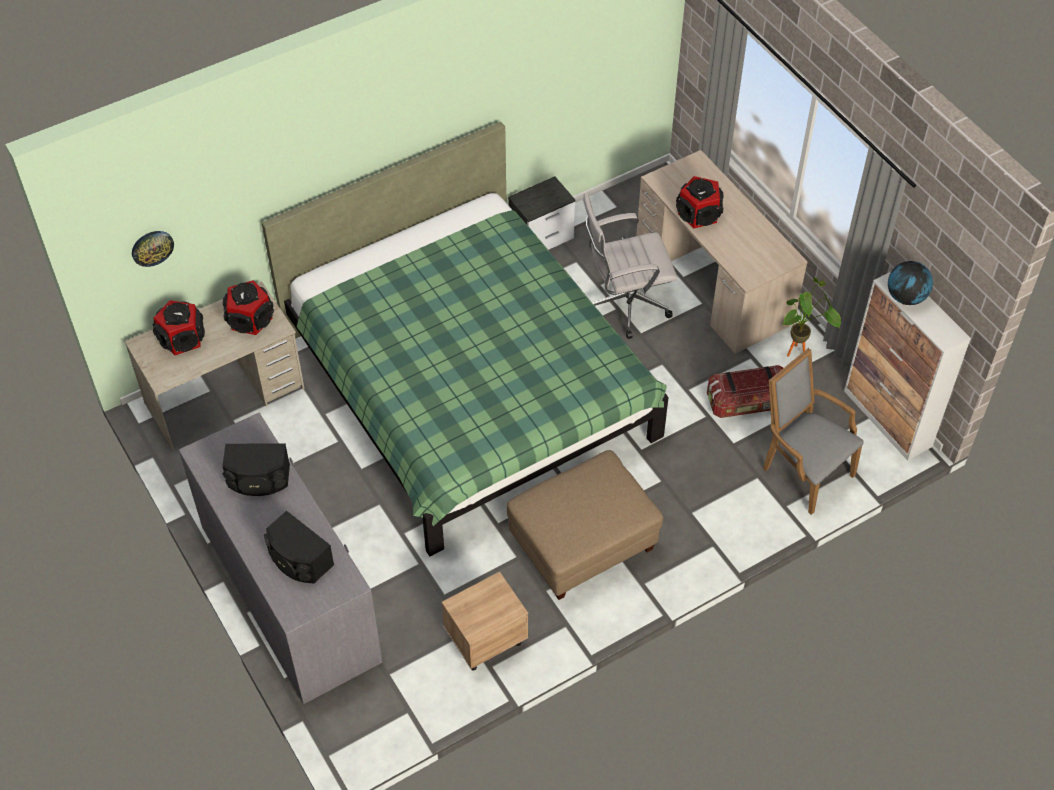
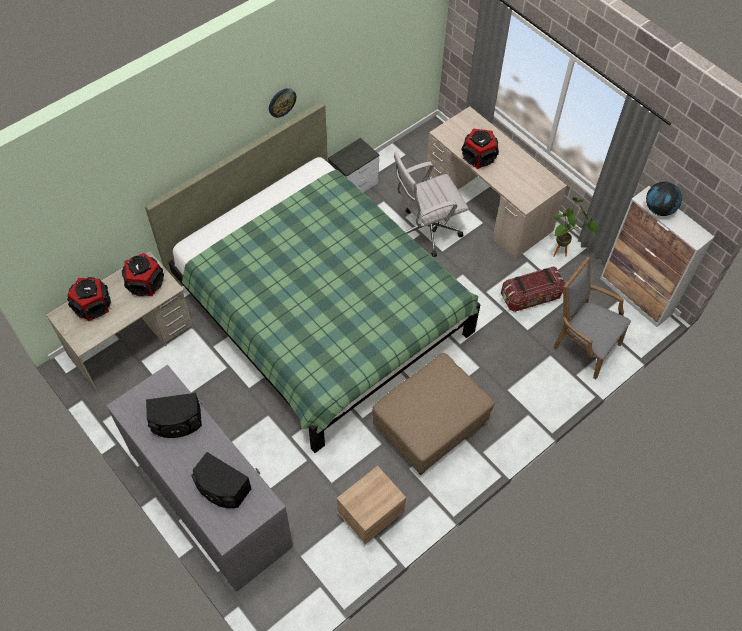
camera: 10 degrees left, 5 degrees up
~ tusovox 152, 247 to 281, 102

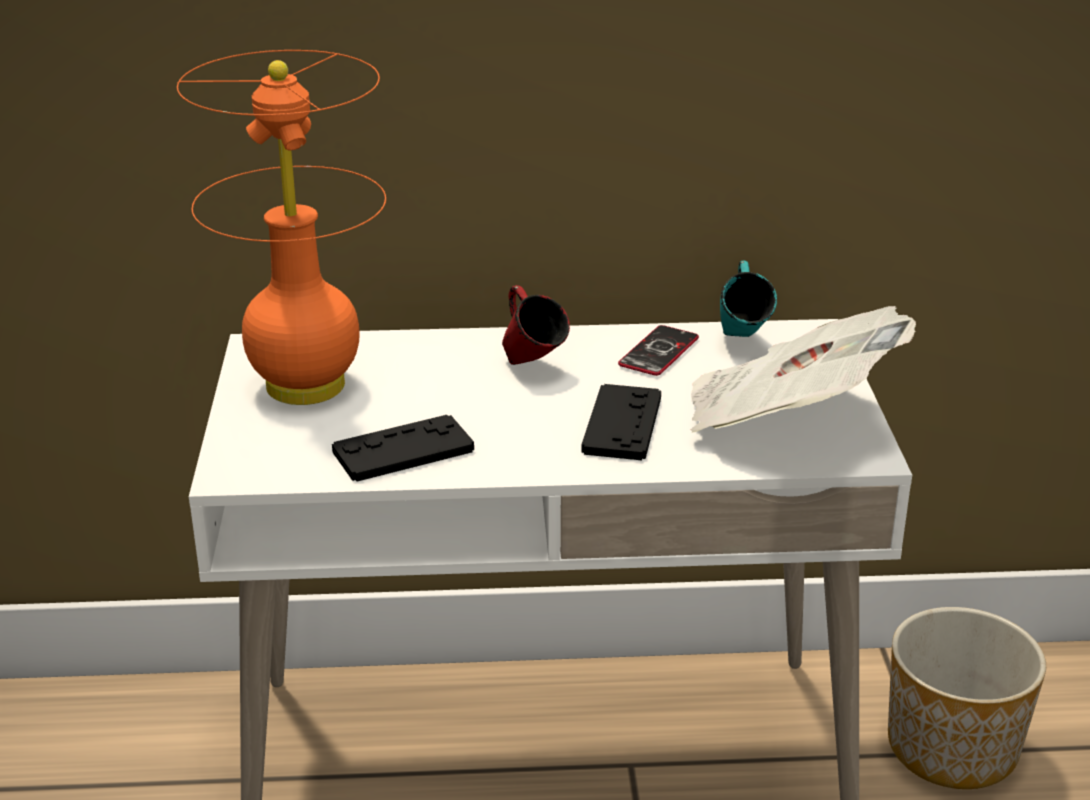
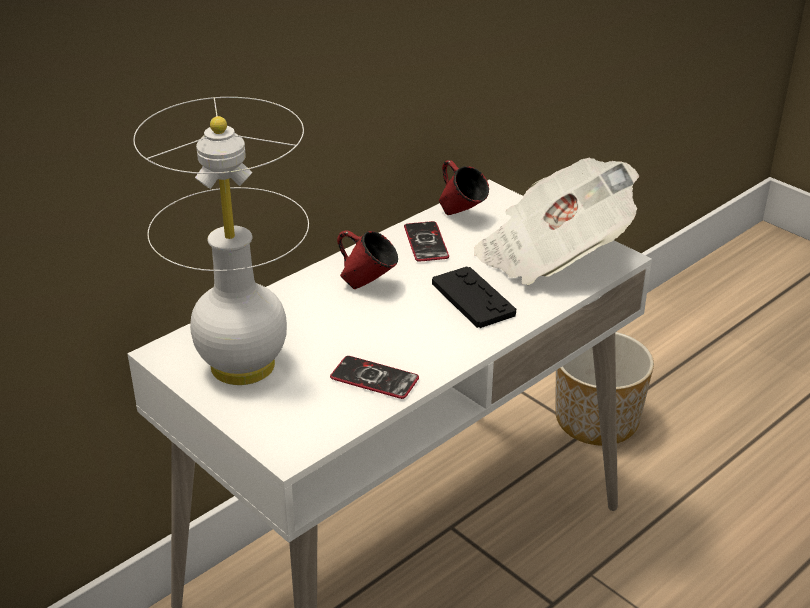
camera: 40 degrees left, 5 degrees up
~ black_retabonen 403, 451 to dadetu 374, 378
~ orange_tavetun 304, 385 to white_tavetun 241, 365
~ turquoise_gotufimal 742, 341 to red_gotufimal 461, 215

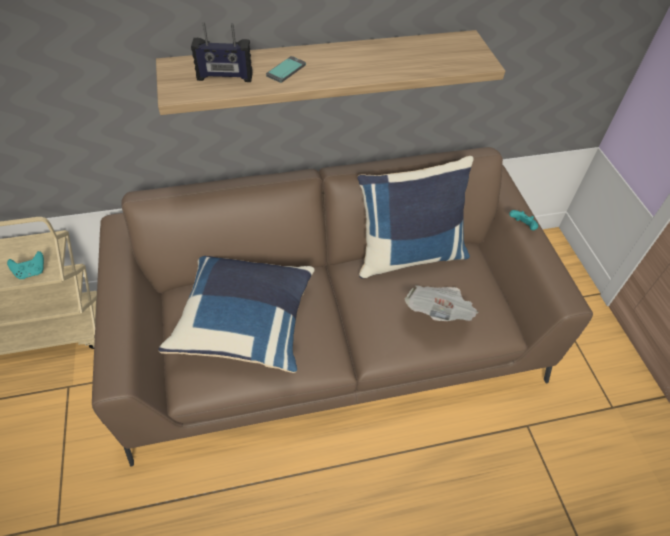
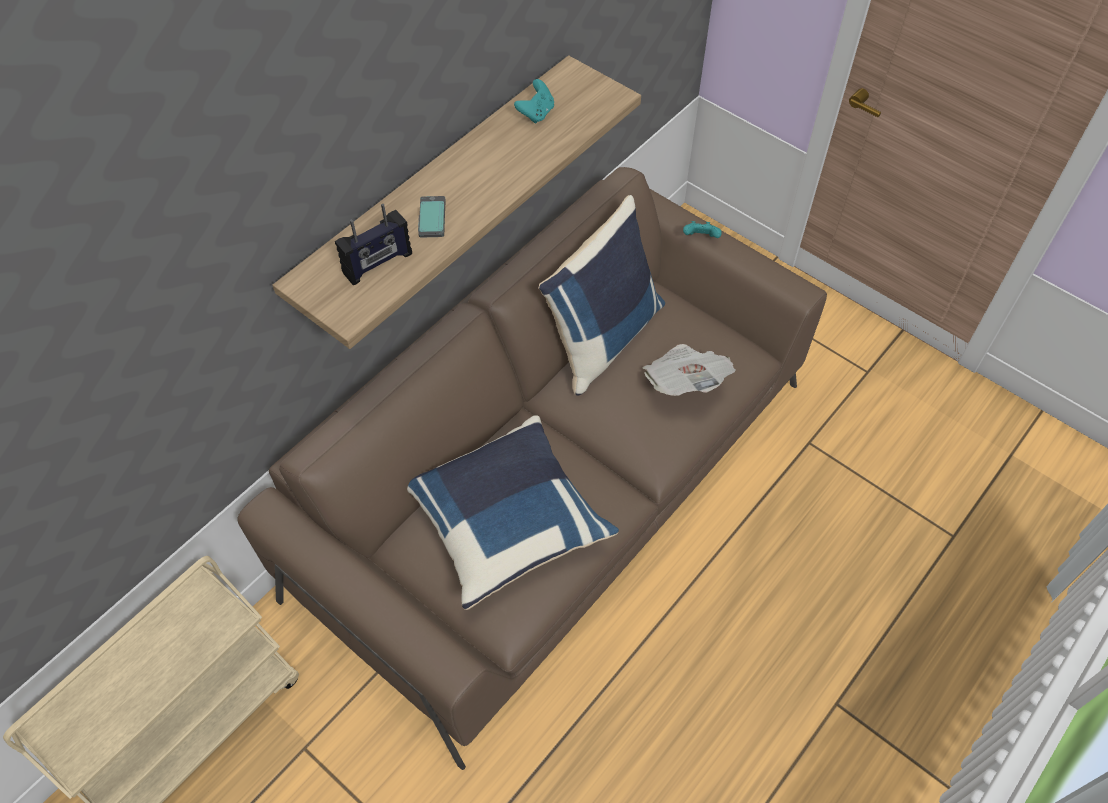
camera: 35 degrees left, 5 degrees up
~ turquoise_retabonen 31, 272 to 536, 113

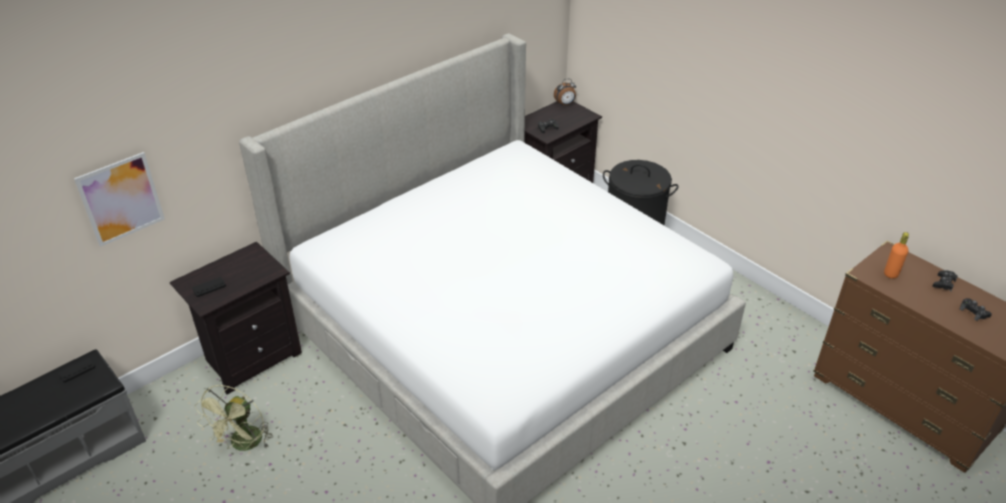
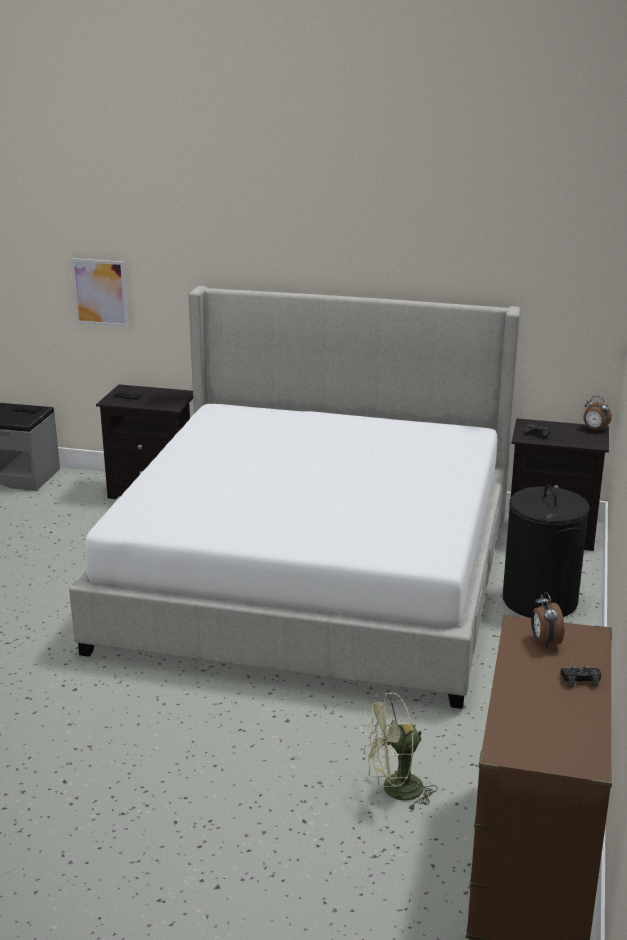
camera: 55 degrees right, 15 degrees down
- black_retabonen 974, 312
~ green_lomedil 244, 445 to 394, 791
~ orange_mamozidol 891, 274 to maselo 544, 642

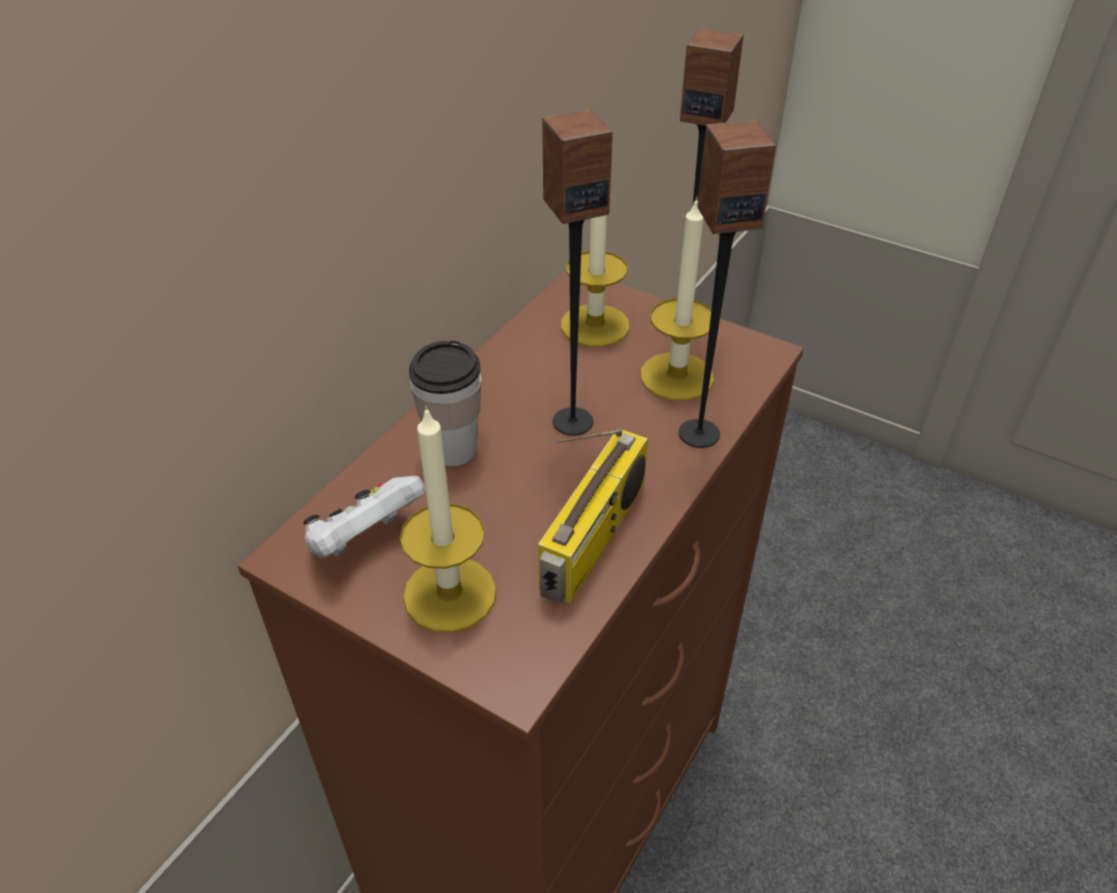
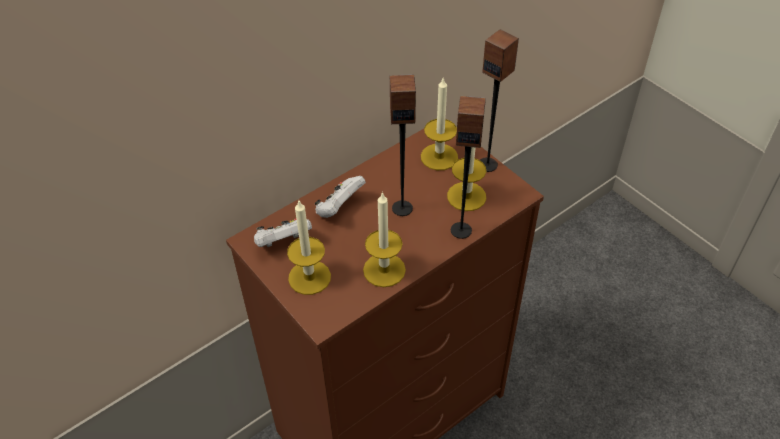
camera: 20 degrees right, 5 degrees up
~ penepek 453, 449 to white_retabonen 339, 208
~ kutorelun 594, 539 to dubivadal 384, 270

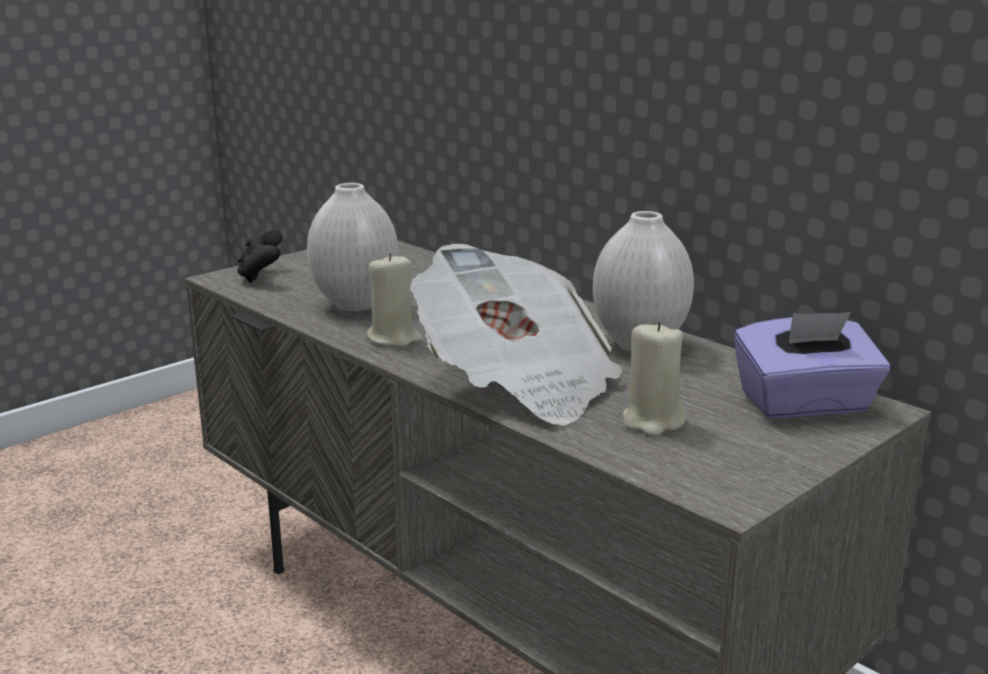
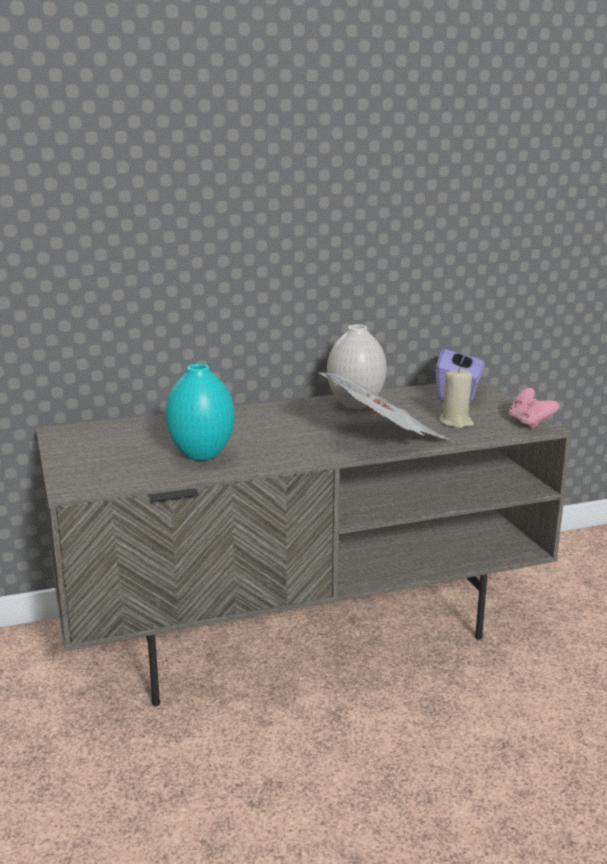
camera: 65 degrees left, 0 degrees up
- black_retabonen 261, 276
- beige_dubivadal 394, 338
+ pink_retabonen 529, 423
~ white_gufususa 356, 304 to turquoise_gufususa 201, 455

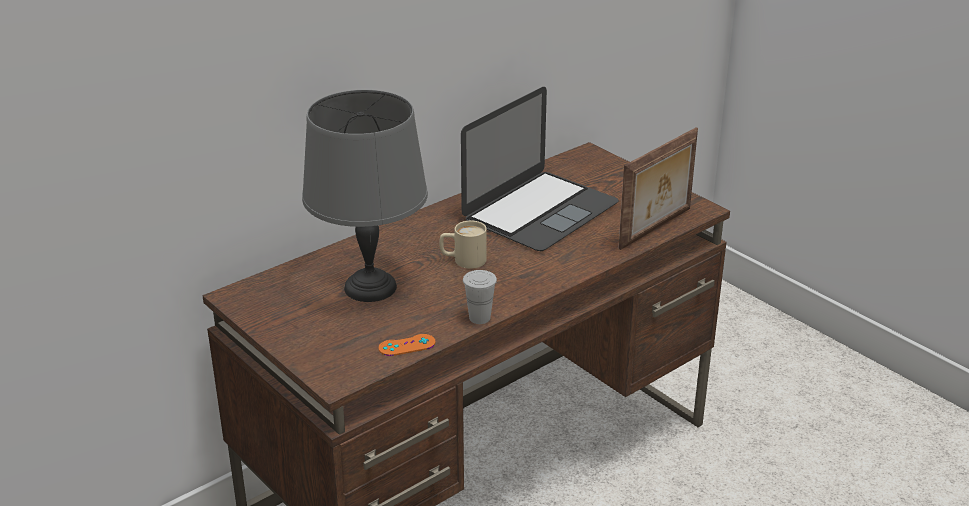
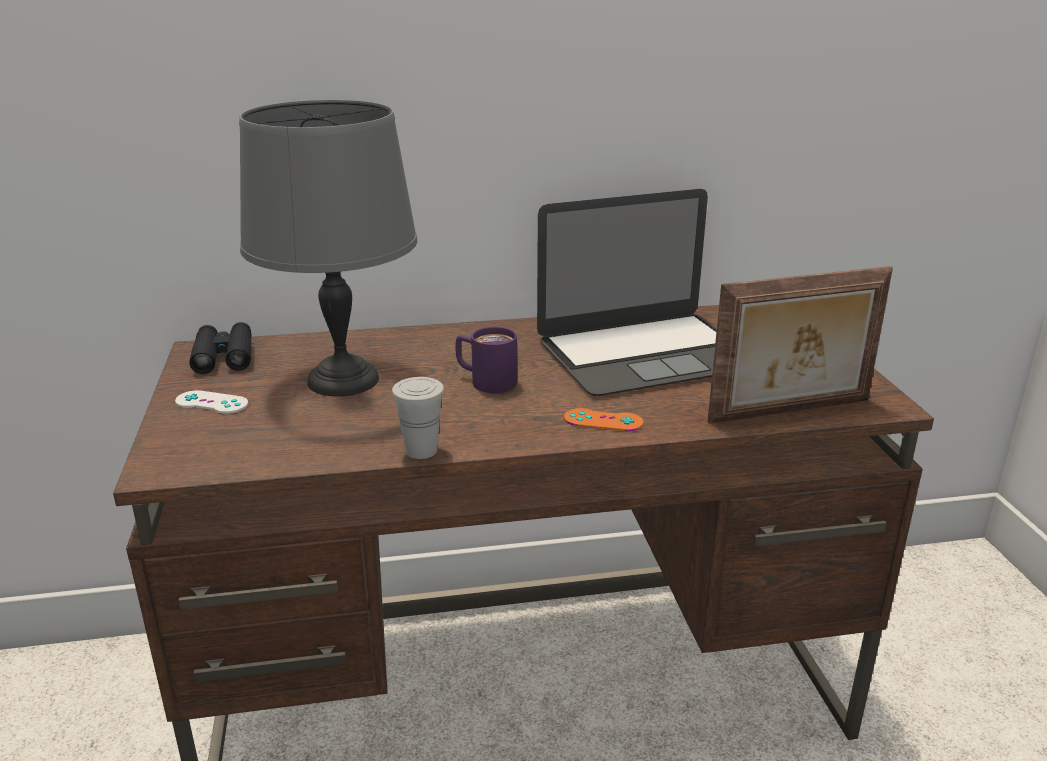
camera: 30 degrees right, 5 degrees down
+ white_retabonen 211, 403
+ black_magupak 224, 356
~ orange_retabonen 407, 345 to 603, 420
~ beige_gotufimal 463, 260 to purple_gotufimal 485, 381

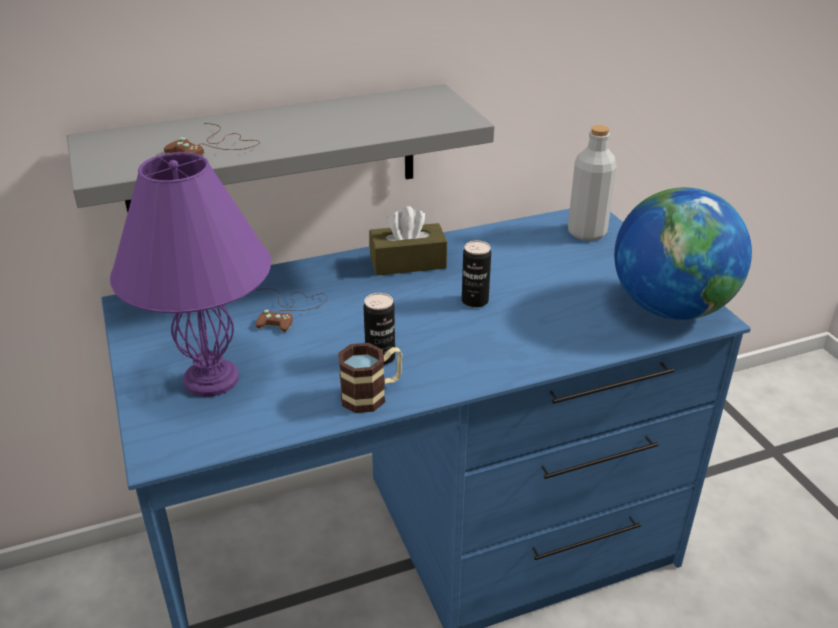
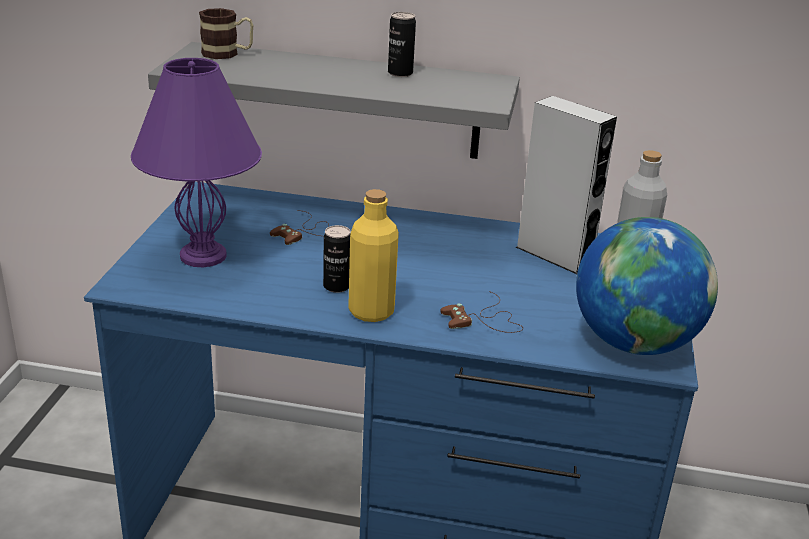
camera: 30 degrees right, 5 degrees down
- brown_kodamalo 408, 262
+ yellow_mamozidol 371, 311
+ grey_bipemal 554, 255
~ brown_retabonen 215, 147 to 484, 320
~ gotufimal 372, 394 to 227, 54
~ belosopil 475, 301 to 400, 73

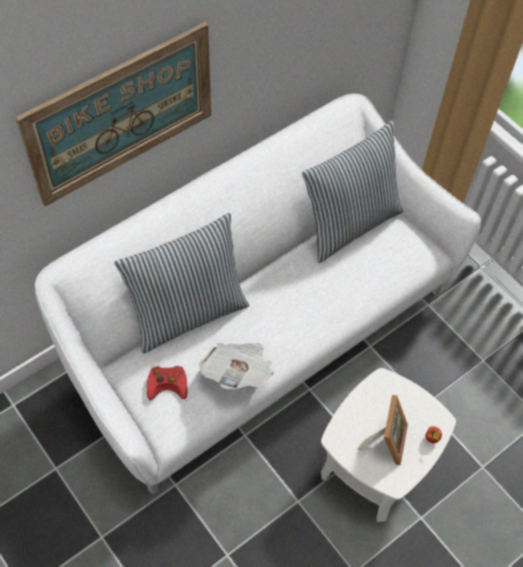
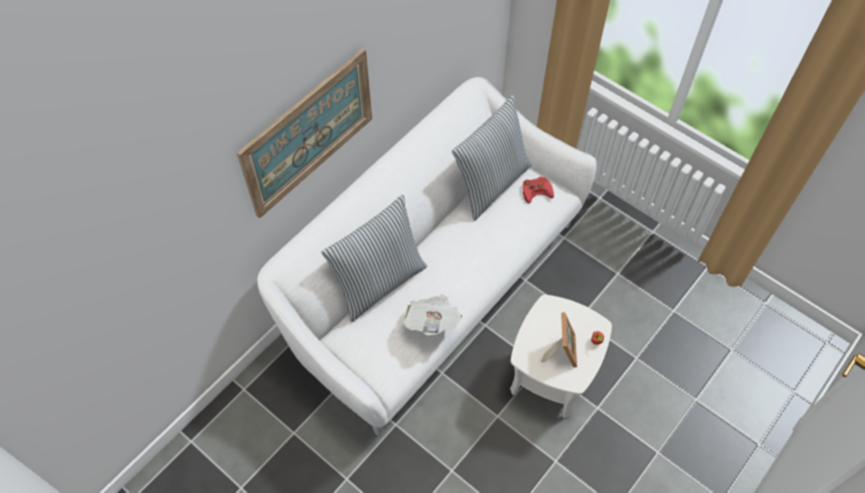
camera: 10 degrees left, 0 degrees up
~ red_retabonen 168, 383 to 537, 190

